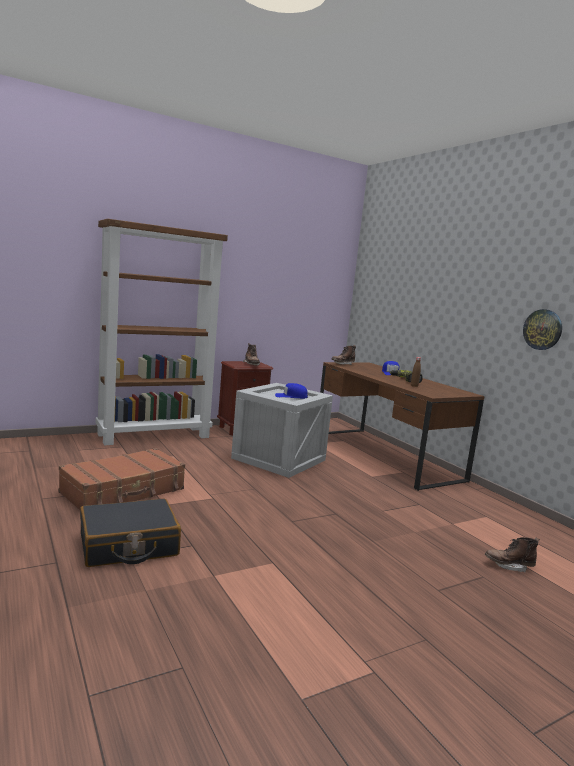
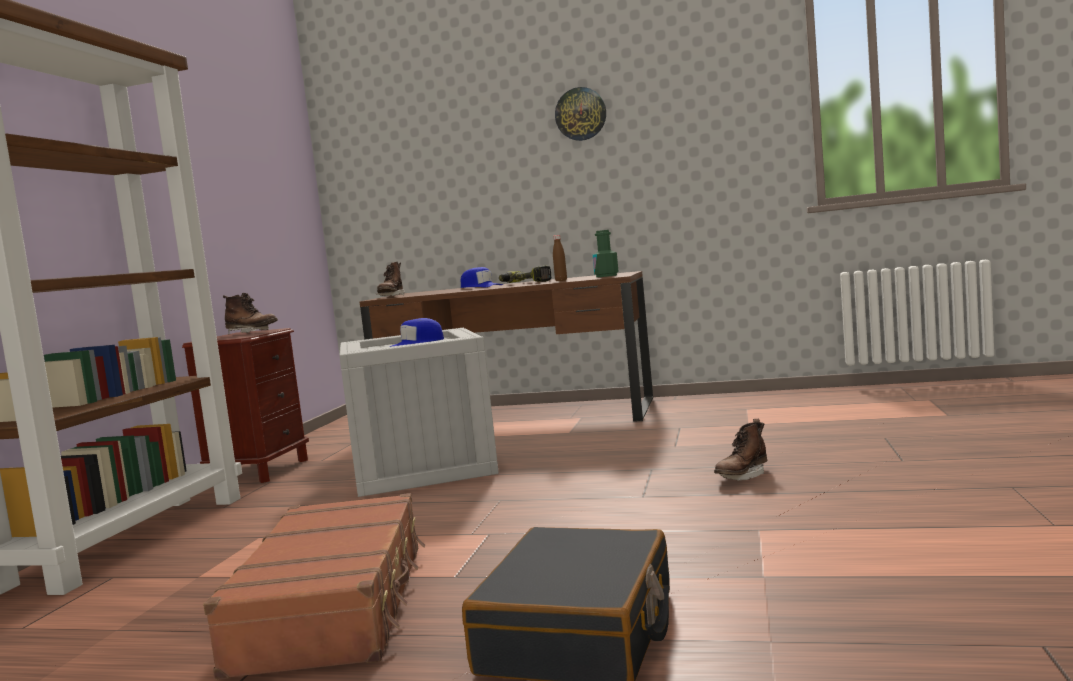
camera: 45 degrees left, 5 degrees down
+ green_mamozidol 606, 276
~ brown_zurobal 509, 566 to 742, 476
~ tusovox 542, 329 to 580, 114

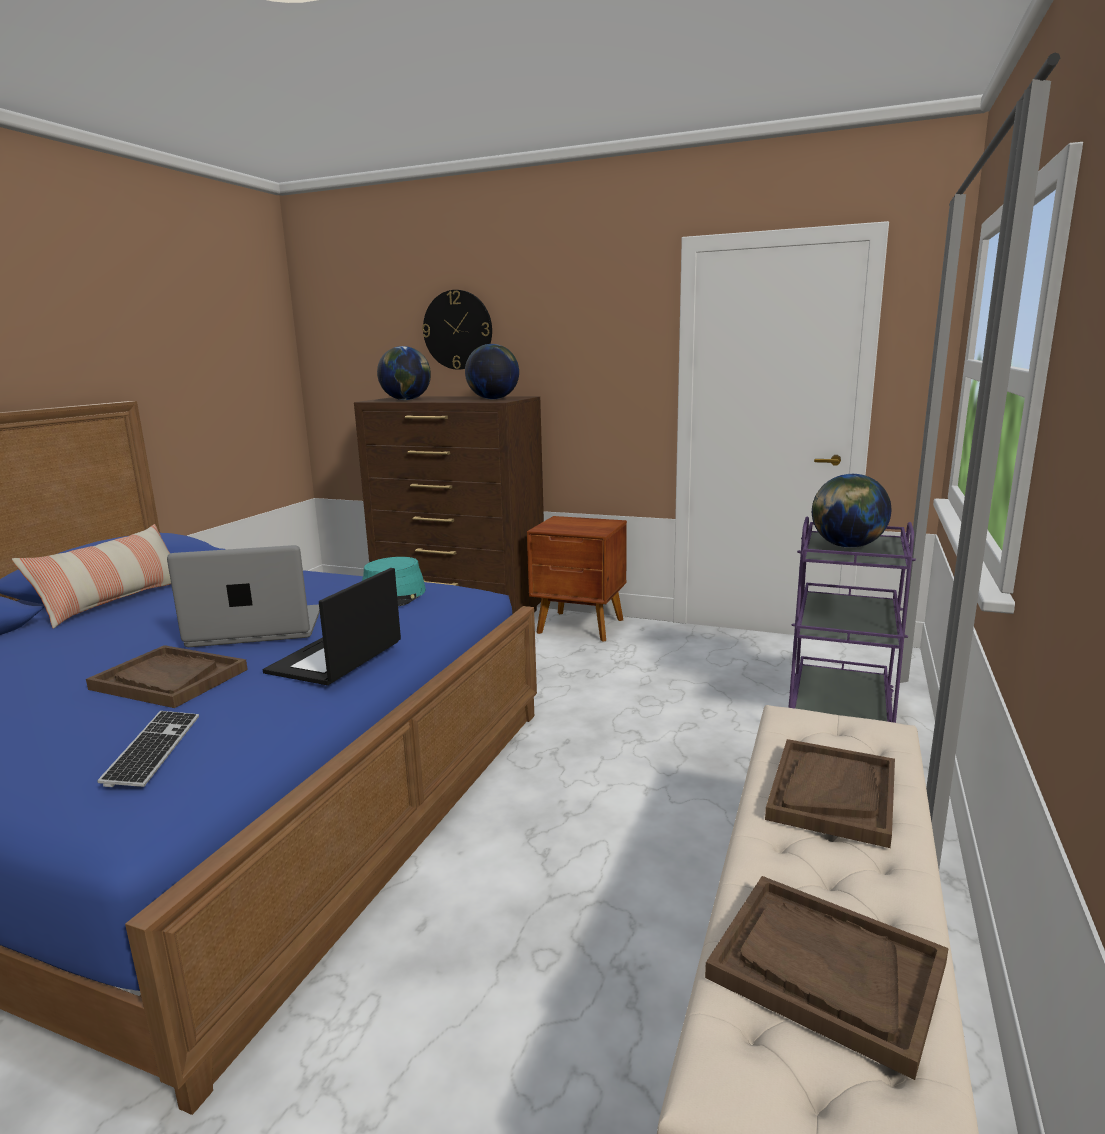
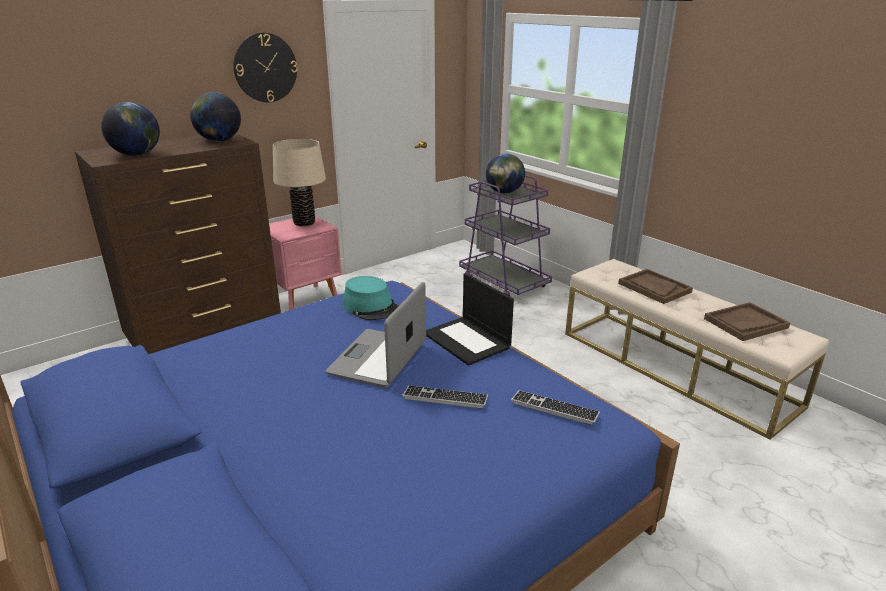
camera: 60 degrees left, 10 degrees up
- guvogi 115, 601
+ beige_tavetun 304, 223
~ tusovox 457, 330 to 265, 68
~ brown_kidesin 169, 679 to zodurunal 445, 398
~ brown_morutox 581, 627 to pink_morutox 306, 300

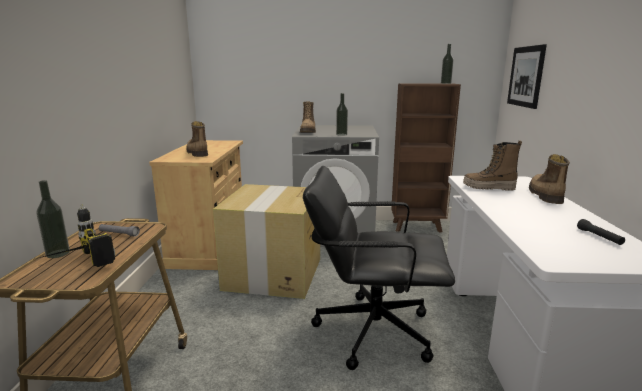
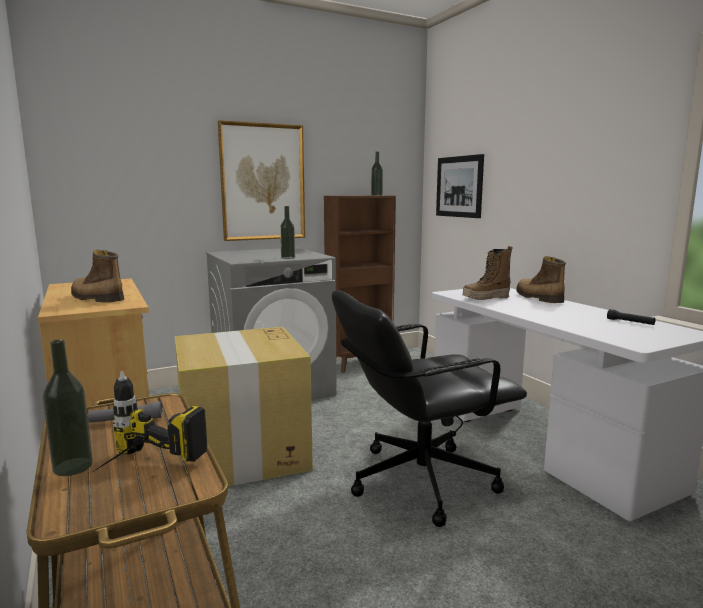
camera: 30 degrees left, 5 degrees down
- zurobal 308, 132
+ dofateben 263, 182

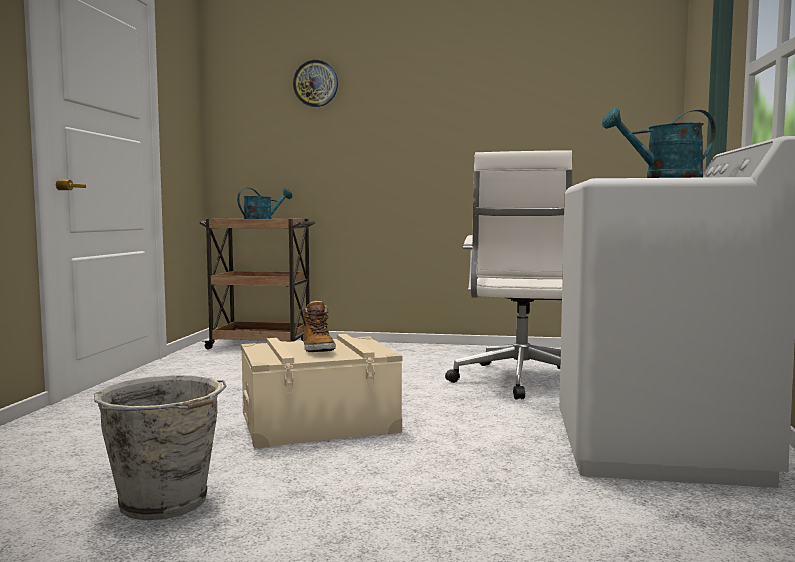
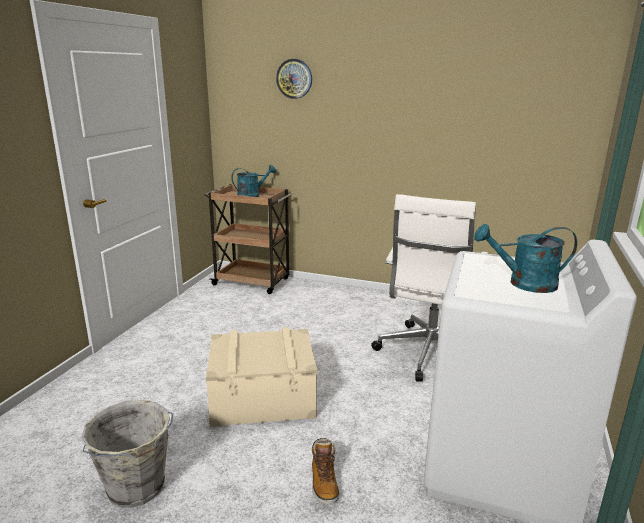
camera: 10 degrees right, 15 degrees up
~ zurobal 317, 349 to 324, 483

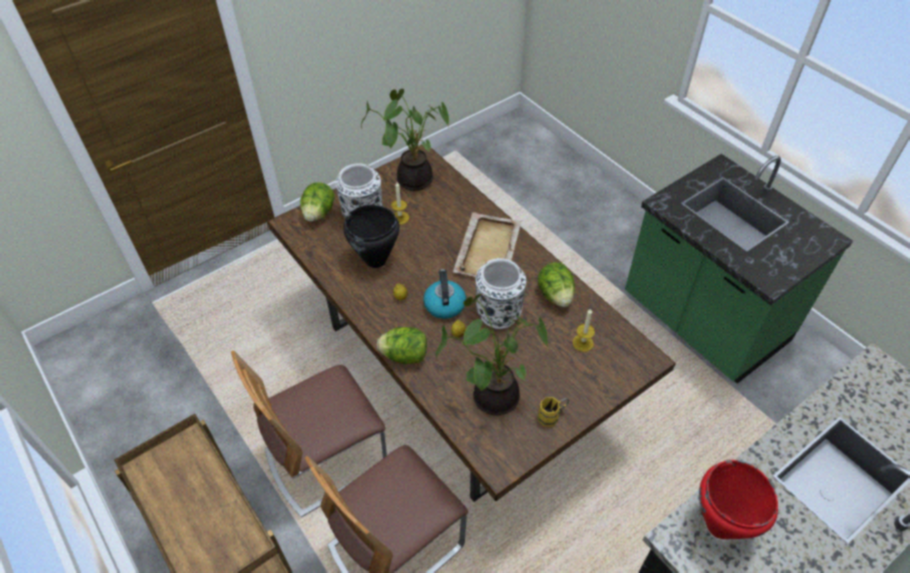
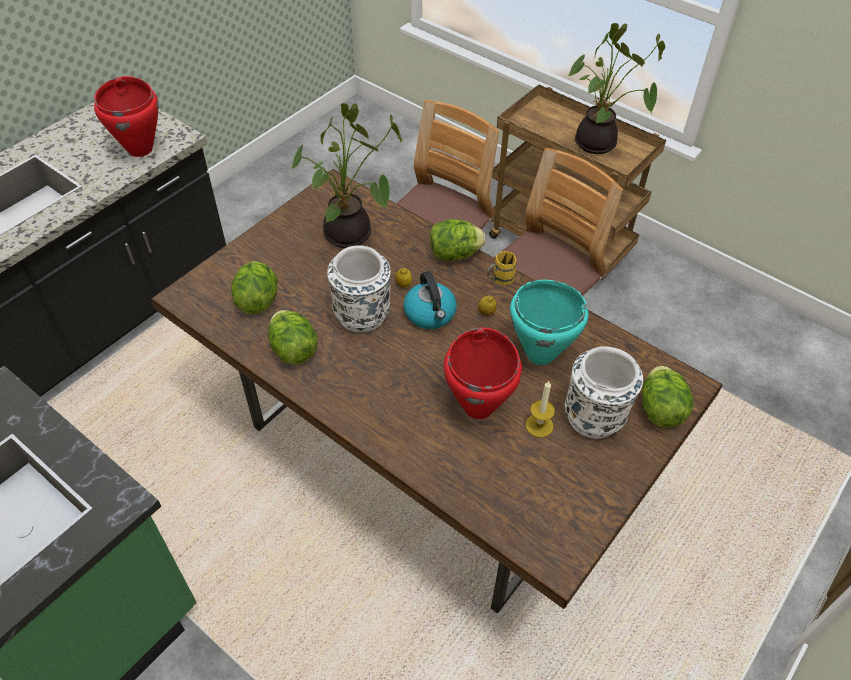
camera: 165 degrees right, 0 degrees up
- beige_kidesin 488, 248
+ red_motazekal 479, 406
~ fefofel 413, 178 to 598, 144
~ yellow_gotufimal 552, 416 to 499, 279
~ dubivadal 583, 343 to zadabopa 257, 300
~ black_motazekal 376, 260 to turquoise_motazekal 540, 353

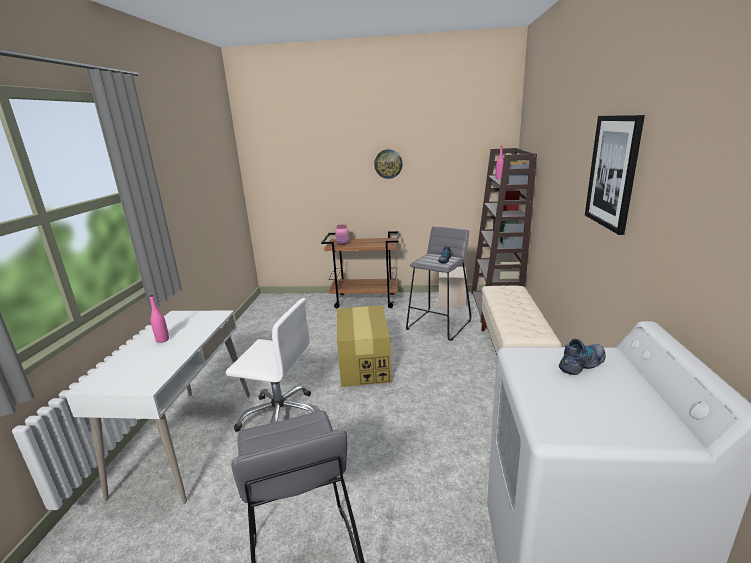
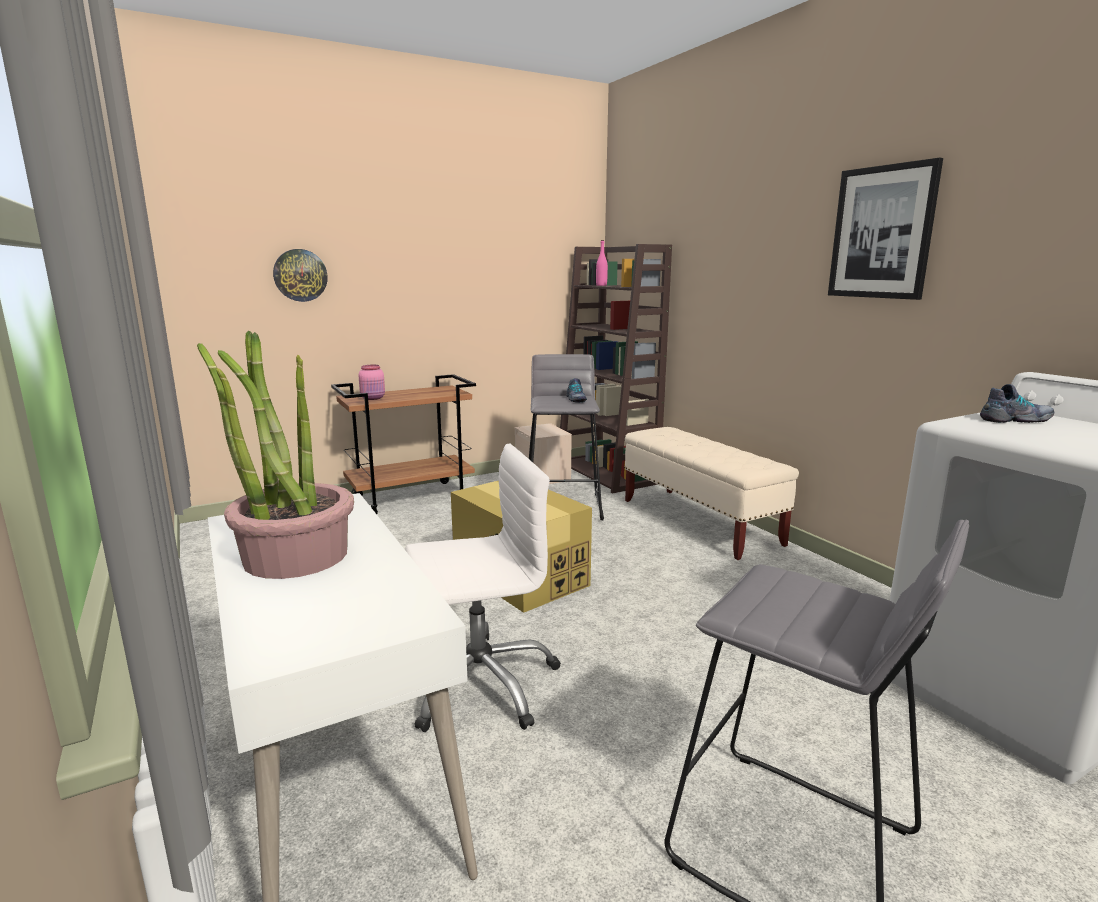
camera: 35 degrees left, 5 degrees down
~ tusovox 388, 164 to 300, 275
~ pink_mamozidol 162, 340 to fefofel 295, 556
~ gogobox 582, 363 = 1017, 420 60 degrees clockwise

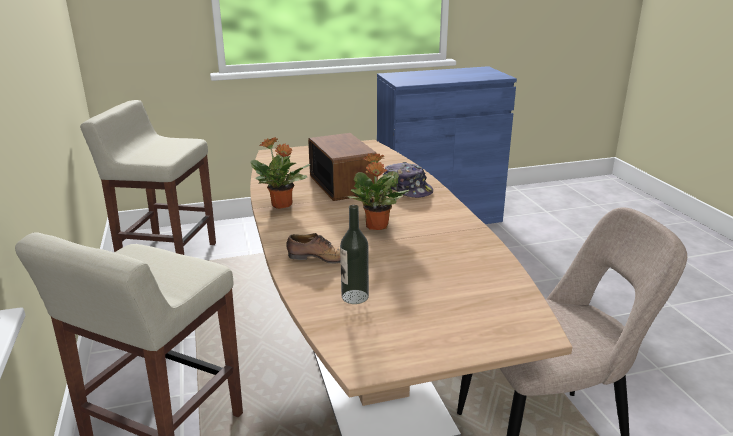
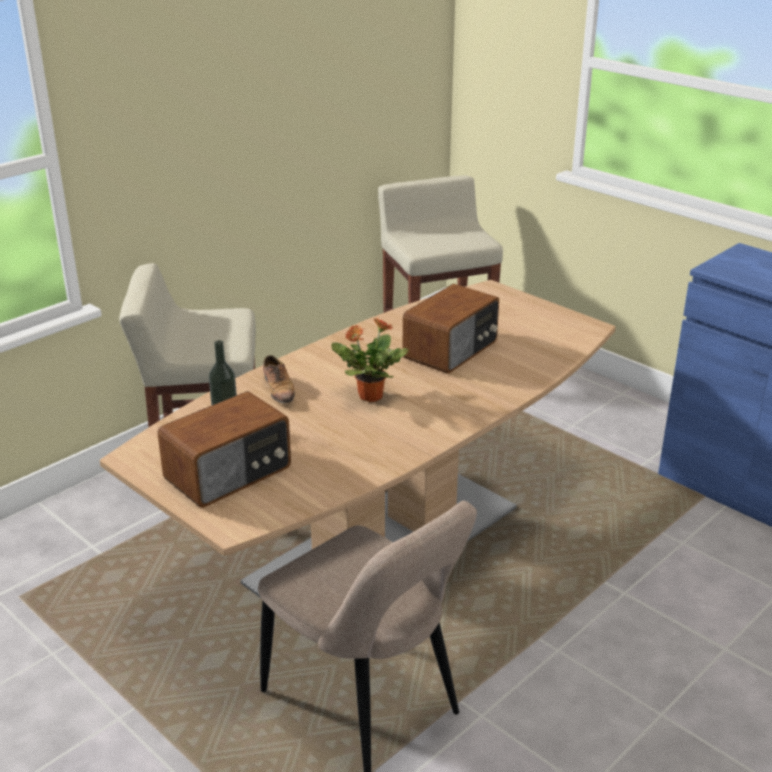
camera: 60 degrees right, 5 degrees up
- fefofel 282, 205
- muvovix 407, 189
+ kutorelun 229, 474

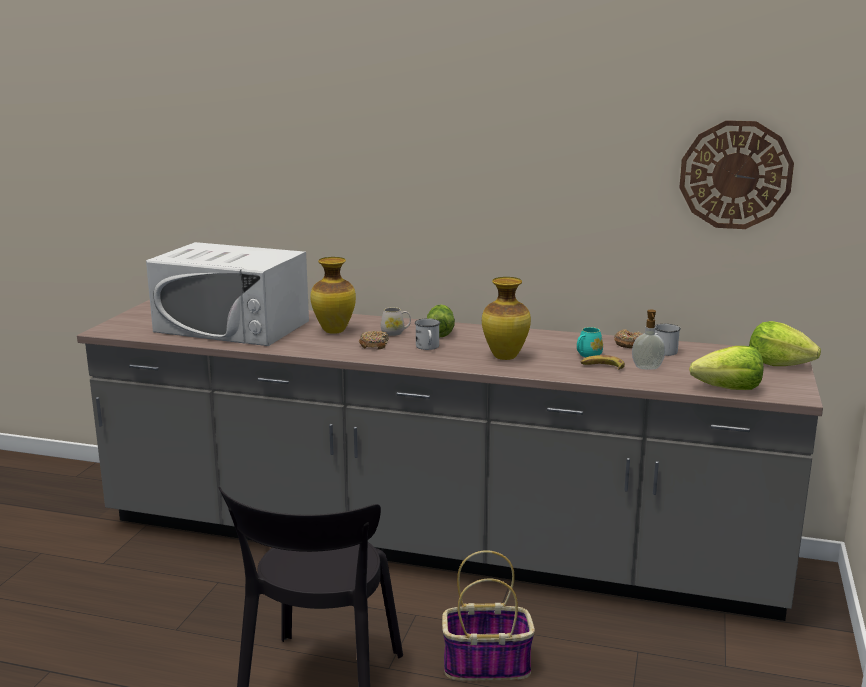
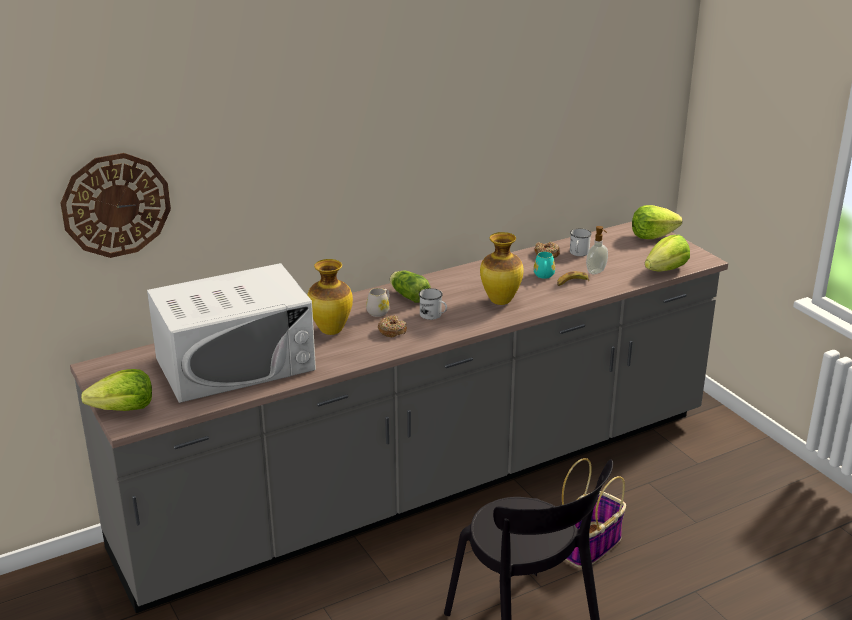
camera: 45 degrees left, 10 degrees up
+ zadabopa 124, 409
~ tusovox 735, 175 to 116, 205

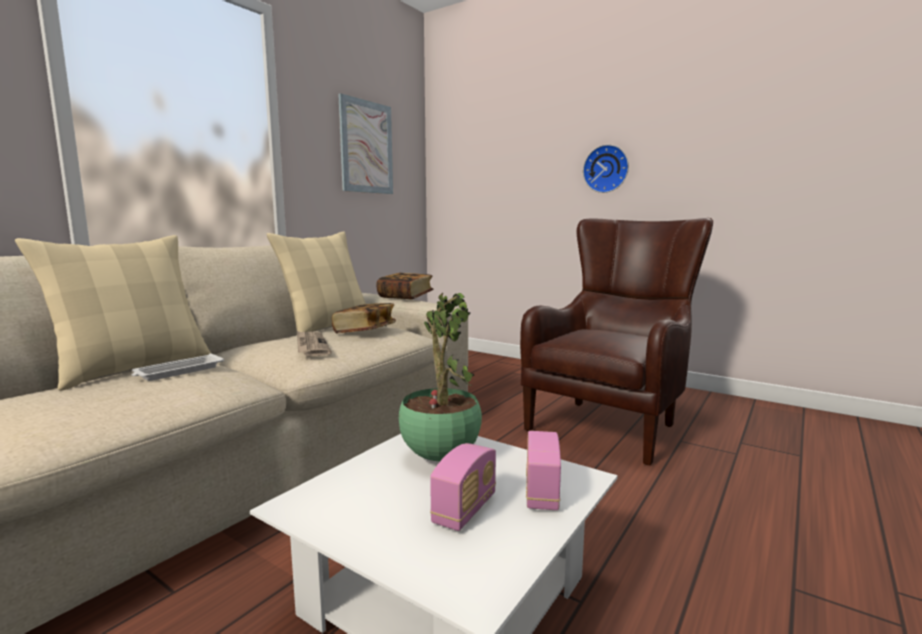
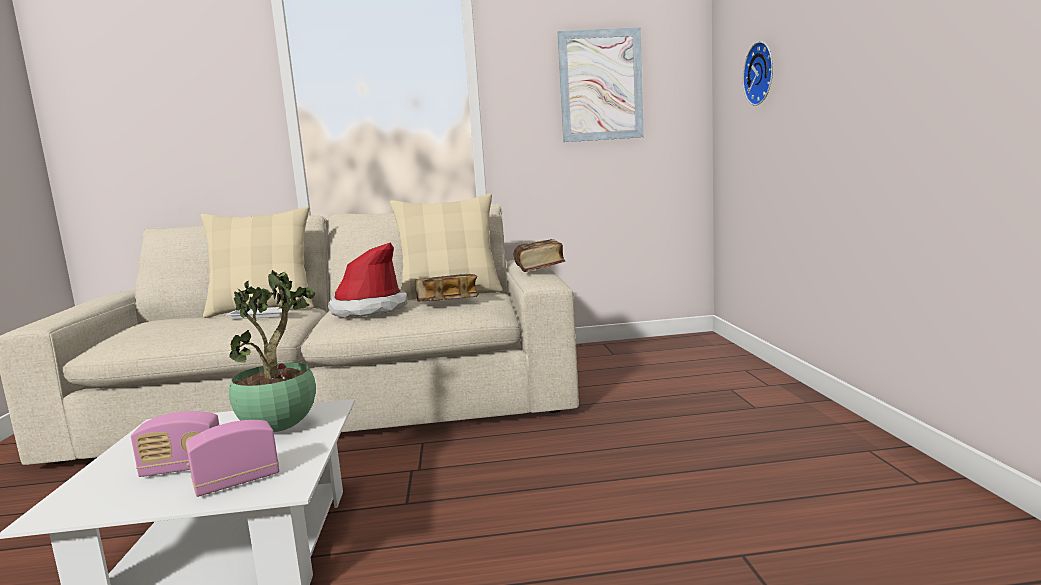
camera: 50 degrees right, 0 degrees up
- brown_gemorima 613, 422
~ tusovox 606, 169 to 762, 73
~ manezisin 311, 346 to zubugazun 369, 310

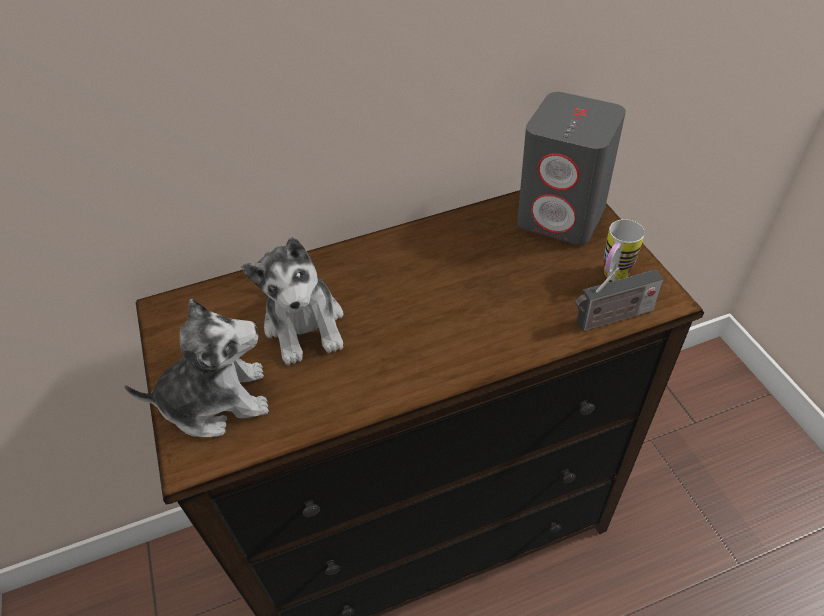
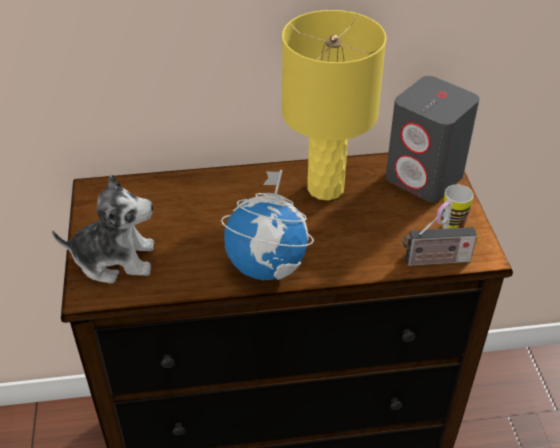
camera: 10 degrees right, 5 degrees down
- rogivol 305, 325
+ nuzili 267, 266
+ yellow_tavetun 325, 189

